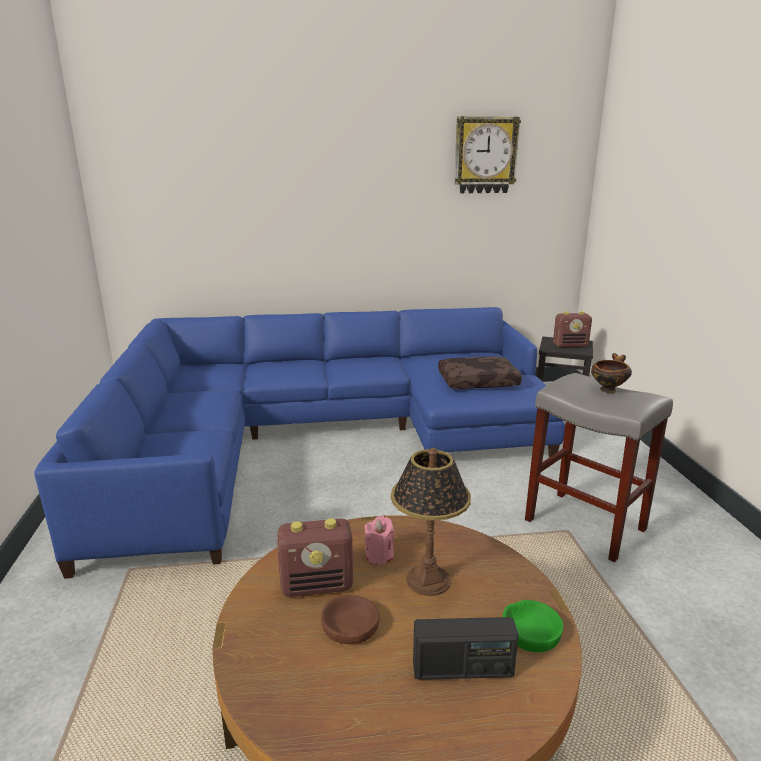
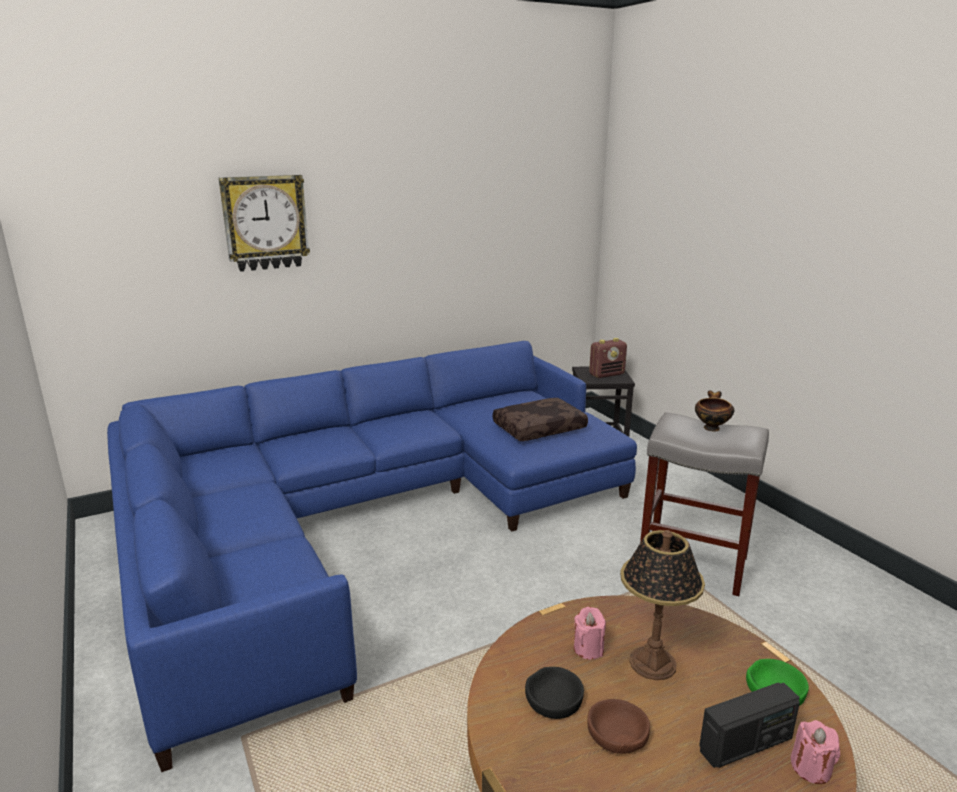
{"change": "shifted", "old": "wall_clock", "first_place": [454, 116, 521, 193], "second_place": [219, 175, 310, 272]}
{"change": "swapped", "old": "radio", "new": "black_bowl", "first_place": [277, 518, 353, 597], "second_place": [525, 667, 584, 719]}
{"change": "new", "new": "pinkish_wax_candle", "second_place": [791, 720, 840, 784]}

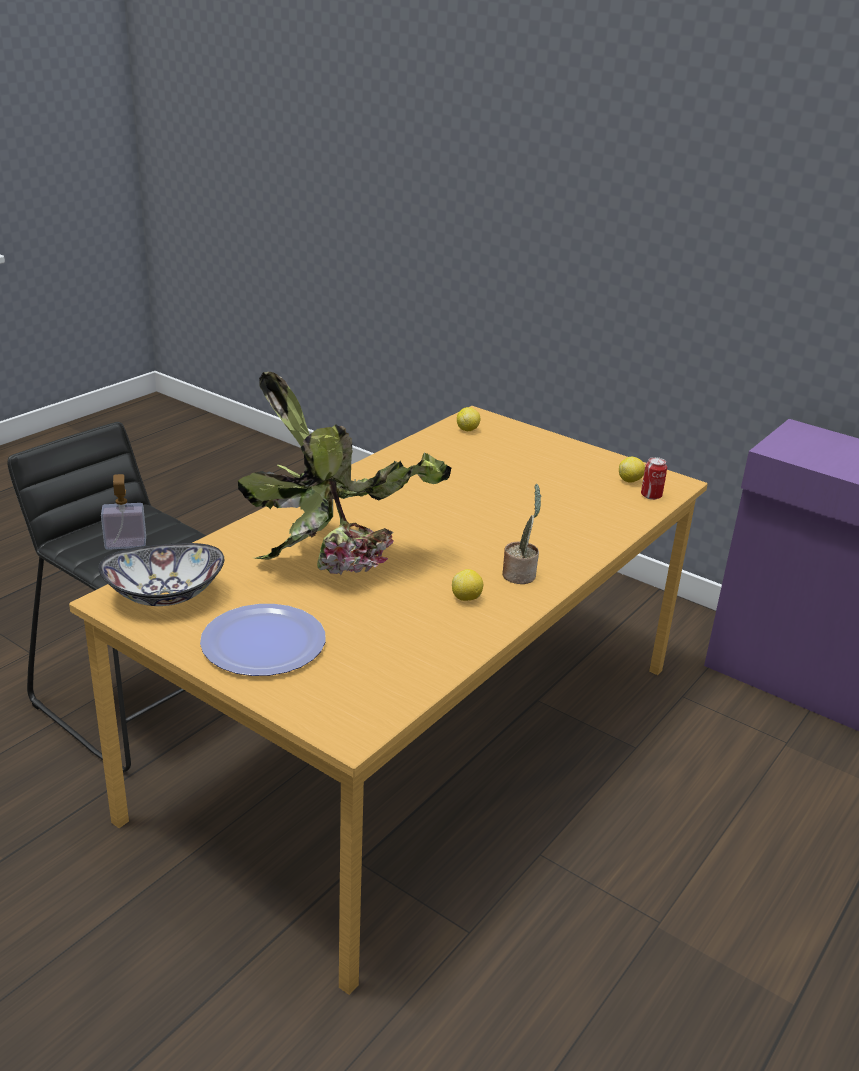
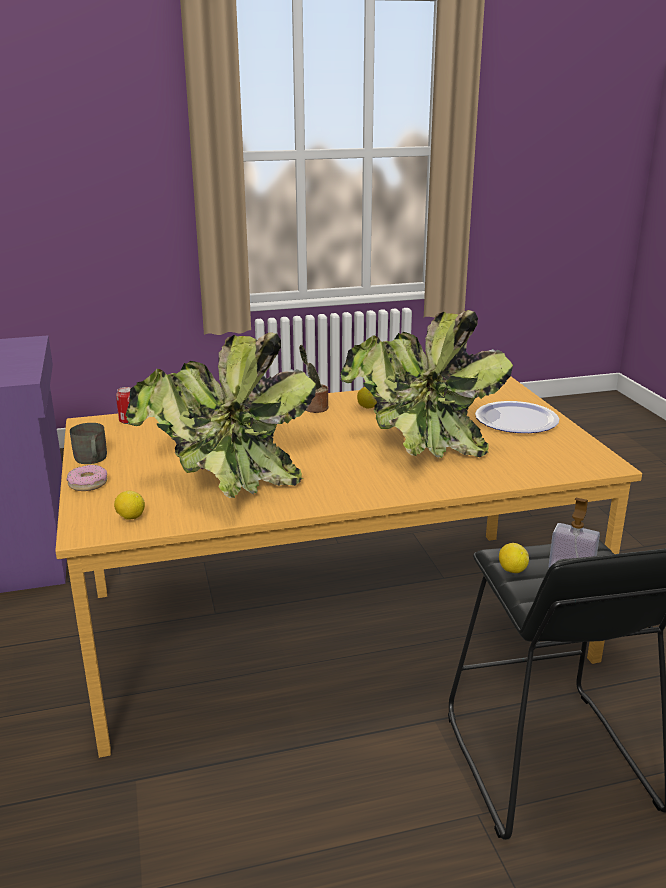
{"change": "new", "new": "donut", "second_place": [66, 464, 107, 491]}
{"change": "new", "new": "greyish_mug", "second_place": [70, 423, 107, 464]}
{"change": "new", "new": "plant_in_a_pot", "second_place": [125, 332, 316, 498]}
{"change": "shifted", "old": "citrus_fruit", "first_place": [619, 457, 645, 483], "second_place": [499, 543, 529, 573]}
{"change": "gone", "old": "bowl", "first_place": [98, 543, 224, 606]}

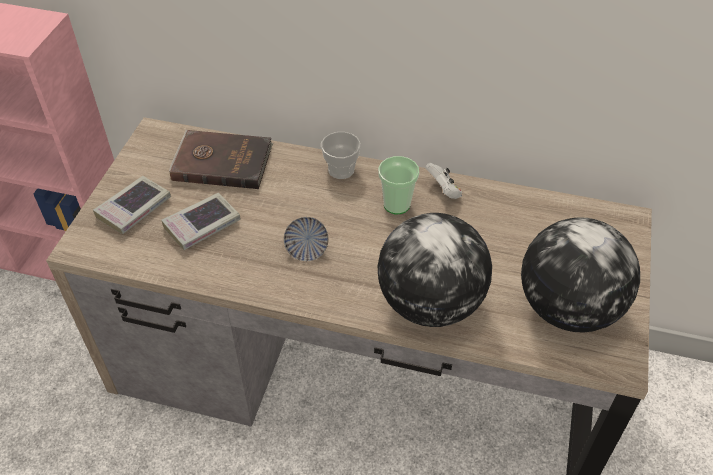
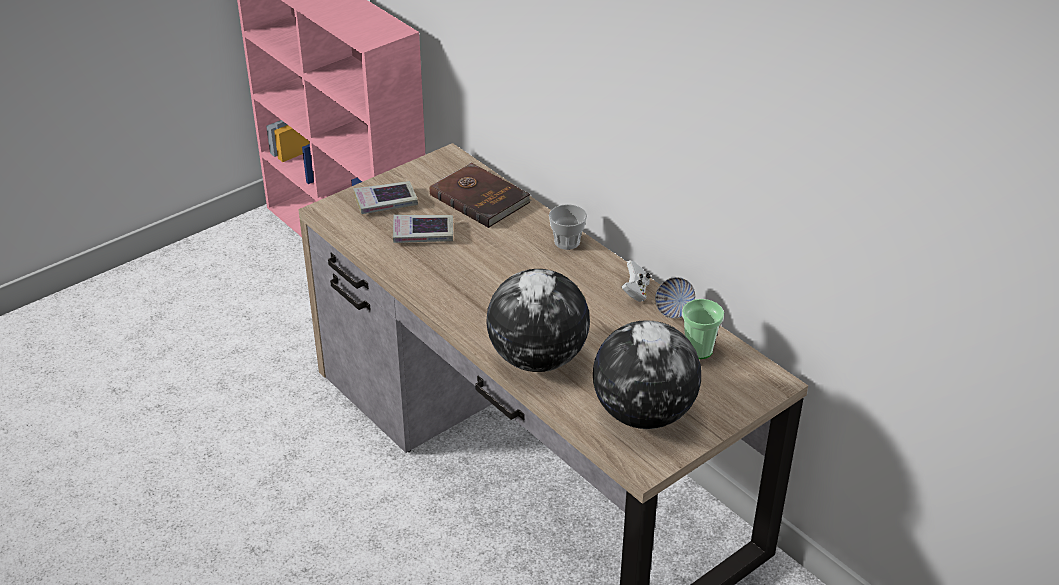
{"change": "shifted", "old": "bowl", "first_place": [284, 217, 329, 261], "second_place": [655, 277, 695, 319]}
{"change": "shifted", "old": "small_cup", "first_place": [378, 156, 419, 214], "second_place": [682, 299, 724, 359]}

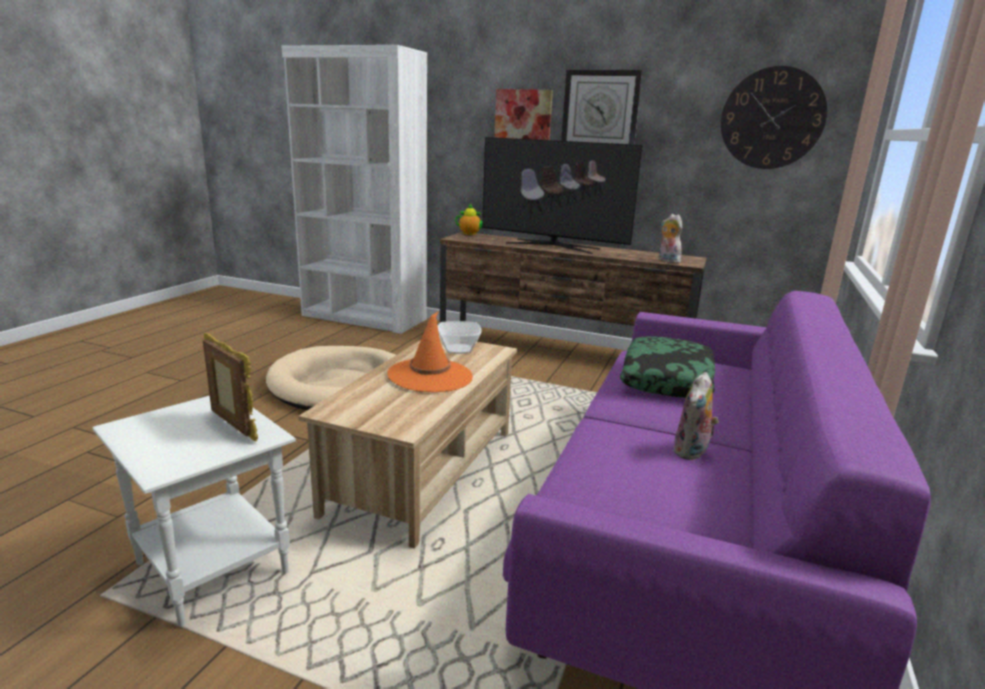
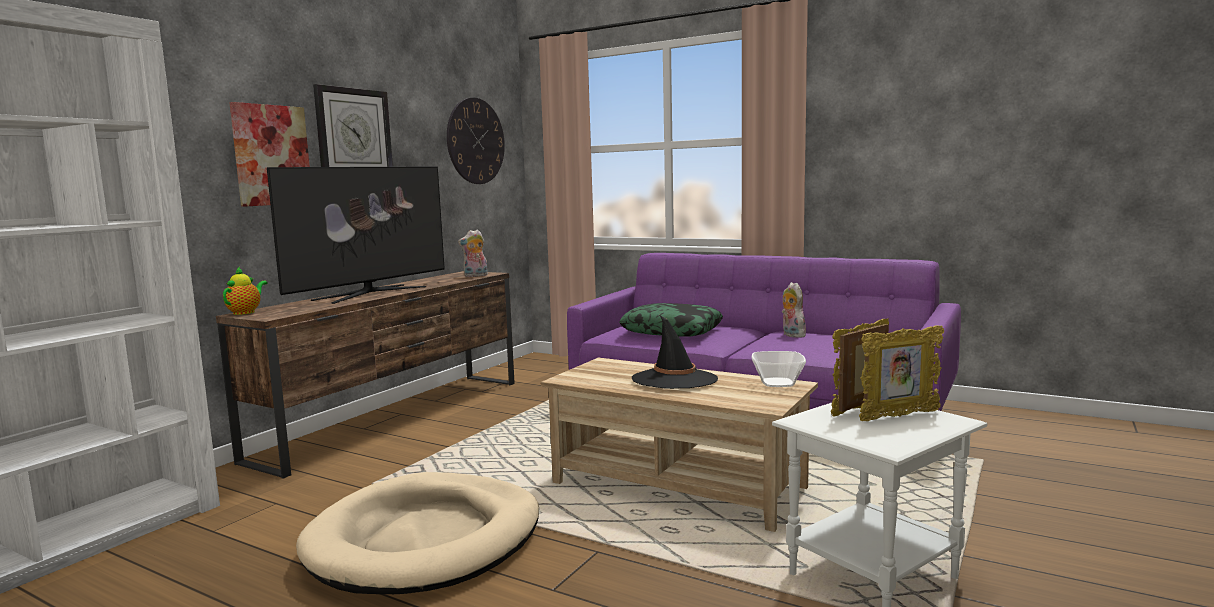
{"change": "repainted", "old": "orange-coloured_wearable_hat", "new": "black_wearable_hat", "first_place": [387, 311, 473, 392], "second_place": [632, 315, 718, 389]}
{"change": "shifted", "old": "bowl", "first_place": [438, 321, 482, 354], "second_place": [751, 351, 806, 387]}
{"change": "rotated", "old": "soft_toy", "first_place": [673, 372, 719, 460], "second_place": [782, 282, 808, 338], "degrees": -150}
{"change": "new", "new": "photo_frame", "second_place": [859, 326, 944, 421]}

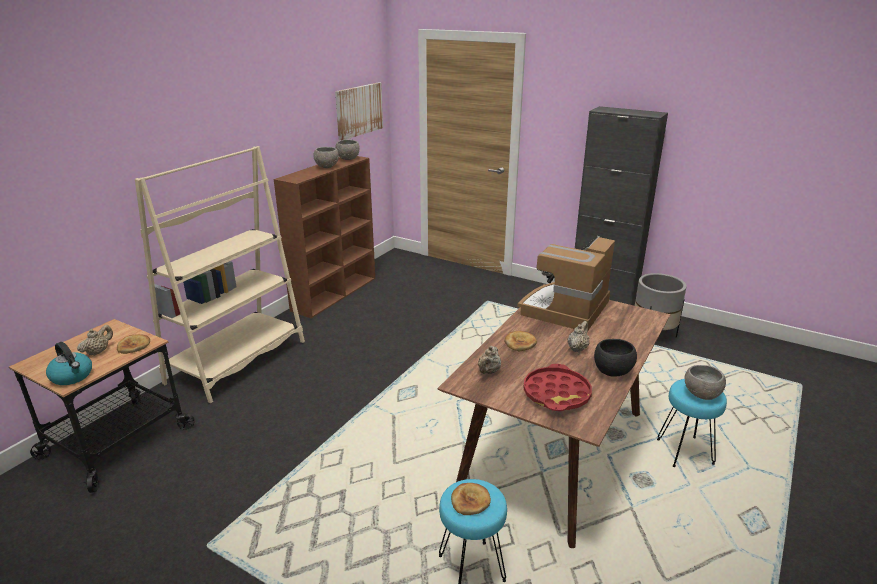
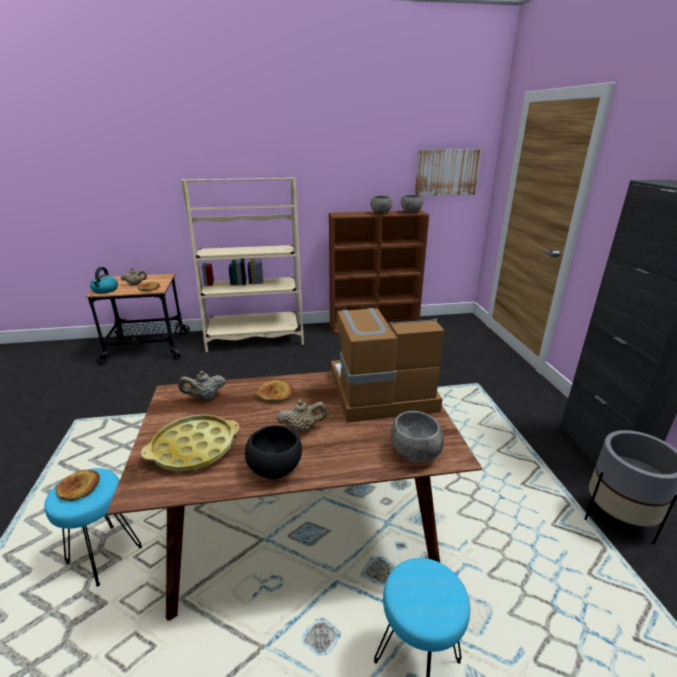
{"change": "repainted", "old": "reddish_serving_tray", "new": "yellow-coloured_serving_tray", "first_place": [523, 364, 592, 411], "second_place": [141, 414, 240, 472]}
{"change": "shifted", "old": "greyish_bowl", "first_place": [685, 365, 726, 400], "second_place": [391, 411, 444, 463]}

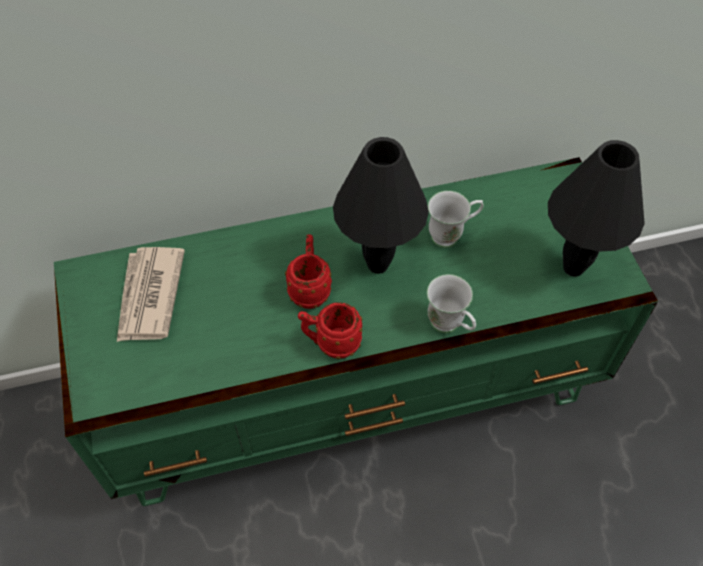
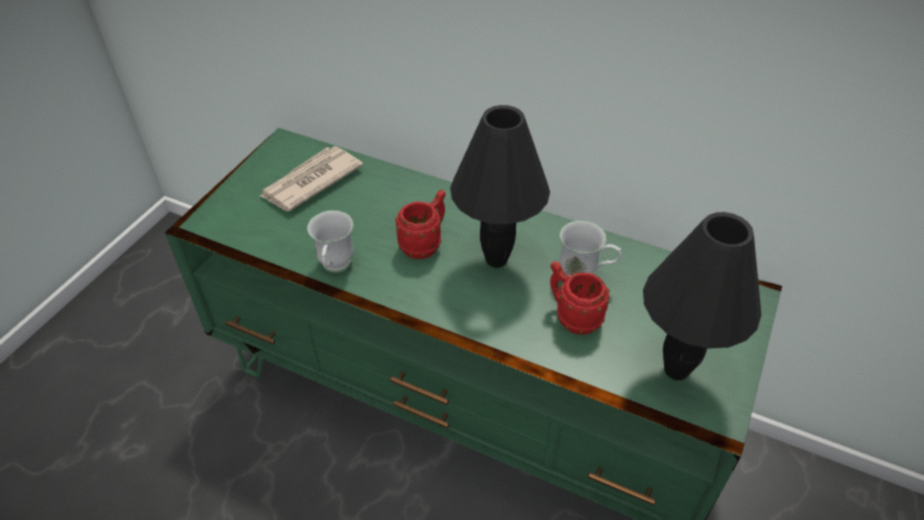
{"change": "shifted", "old": "whitish_mug", "first_place": [427, 274, 476, 333], "second_place": [307, 210, 354, 273]}
{"change": "shifted", "old": "reddish_mug", "first_place": [298, 302, 363, 359], "second_place": [550, 261, 610, 335]}

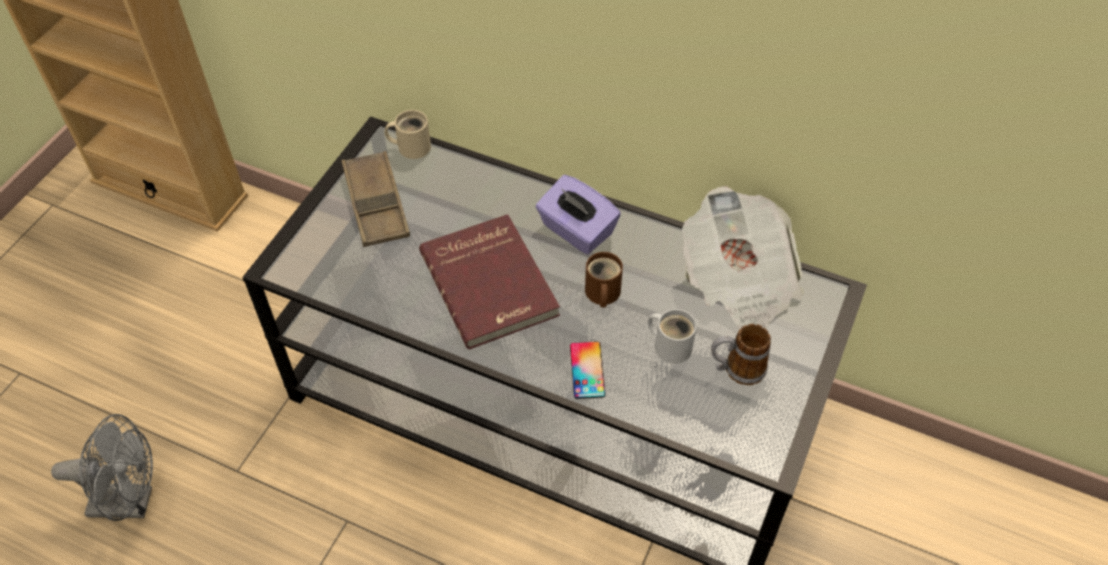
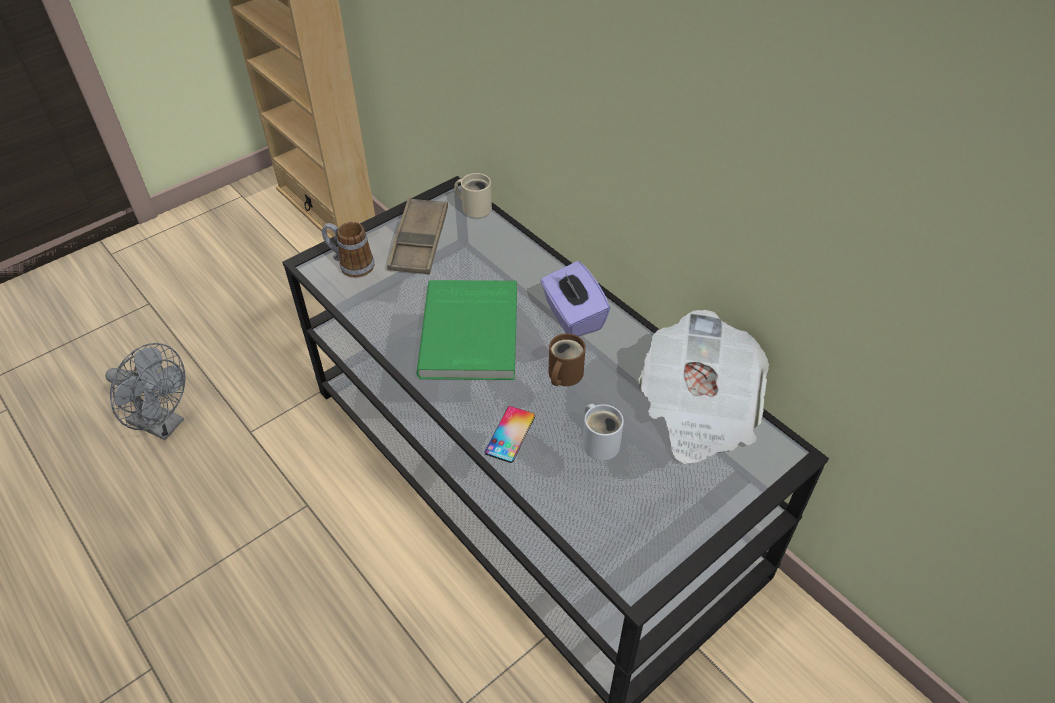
{"change": "shifted", "old": "mug", "first_place": [711, 324, 771, 385], "second_place": [322, 222, 374, 277]}
{"change": "repainted", "old": "reddish_volume", "new": "greenish_volume", "first_place": [419, 214, 560, 349], "second_place": [417, 280, 517, 380]}

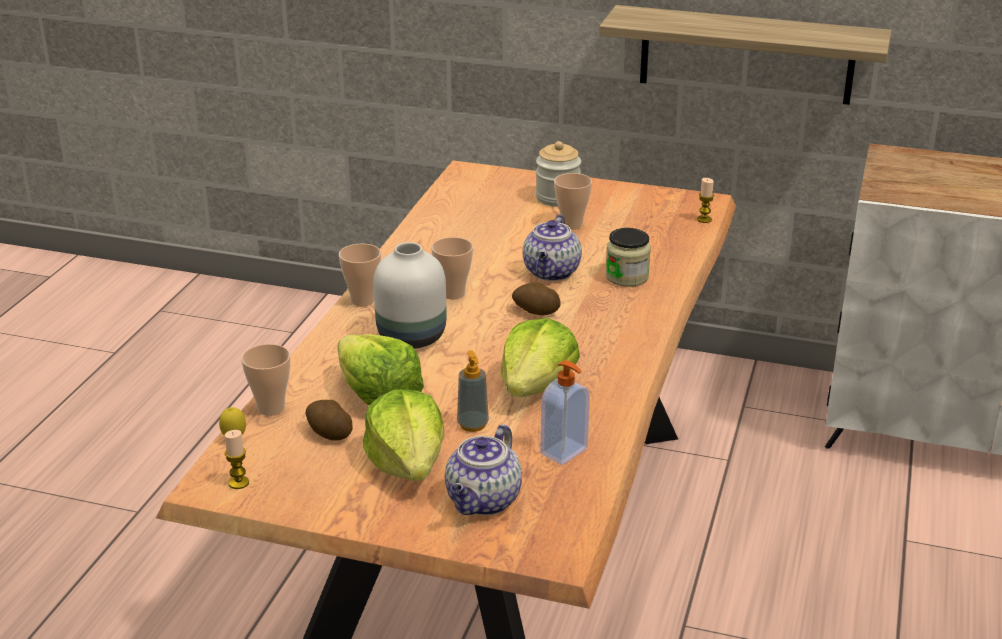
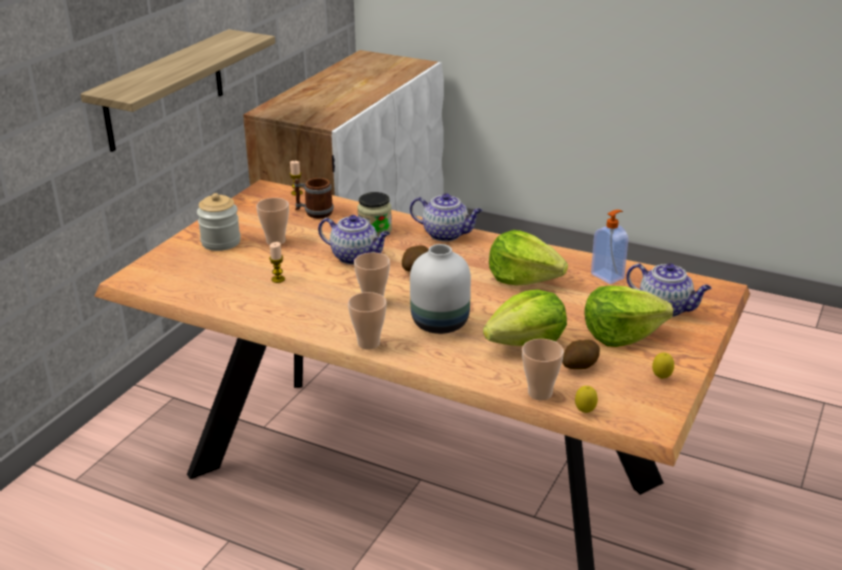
{"change": "shifted", "old": "wax_candle", "first_place": [224, 430, 249, 489], "second_place": [269, 242, 285, 283]}
{"change": "new", "new": "mug", "second_place": [294, 178, 334, 218]}
{"change": "new", "new": "pot_for_tea", "second_place": [410, 193, 483, 242]}
{"change": "new", "new": "citrus_fruit", "second_place": [652, 353, 674, 379]}
{"change": "gone", "old": "soap_bottle", "first_place": [457, 350, 489, 432]}

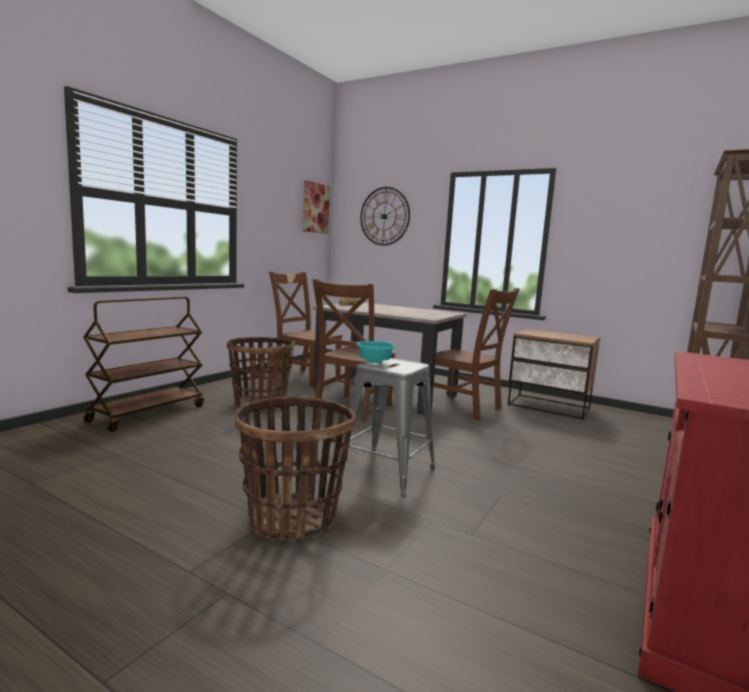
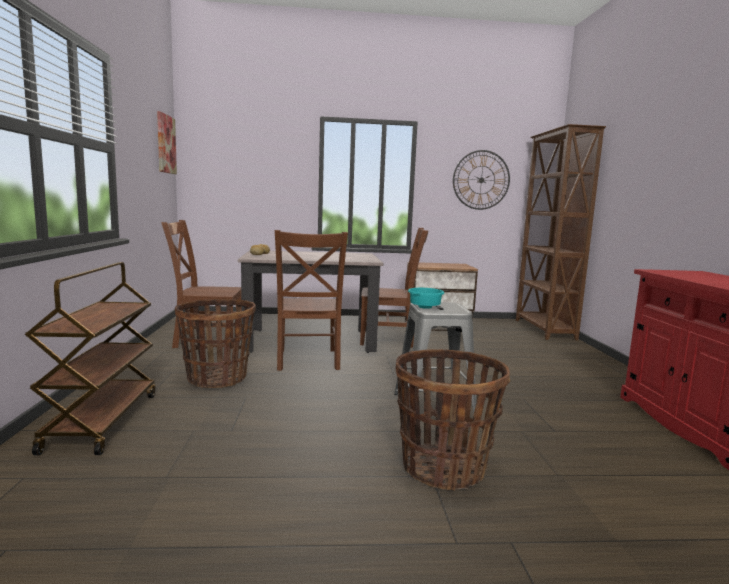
{"change": "shifted", "old": "wall_clock", "first_place": [360, 187, 410, 246], "second_place": [453, 150, 510, 210]}

